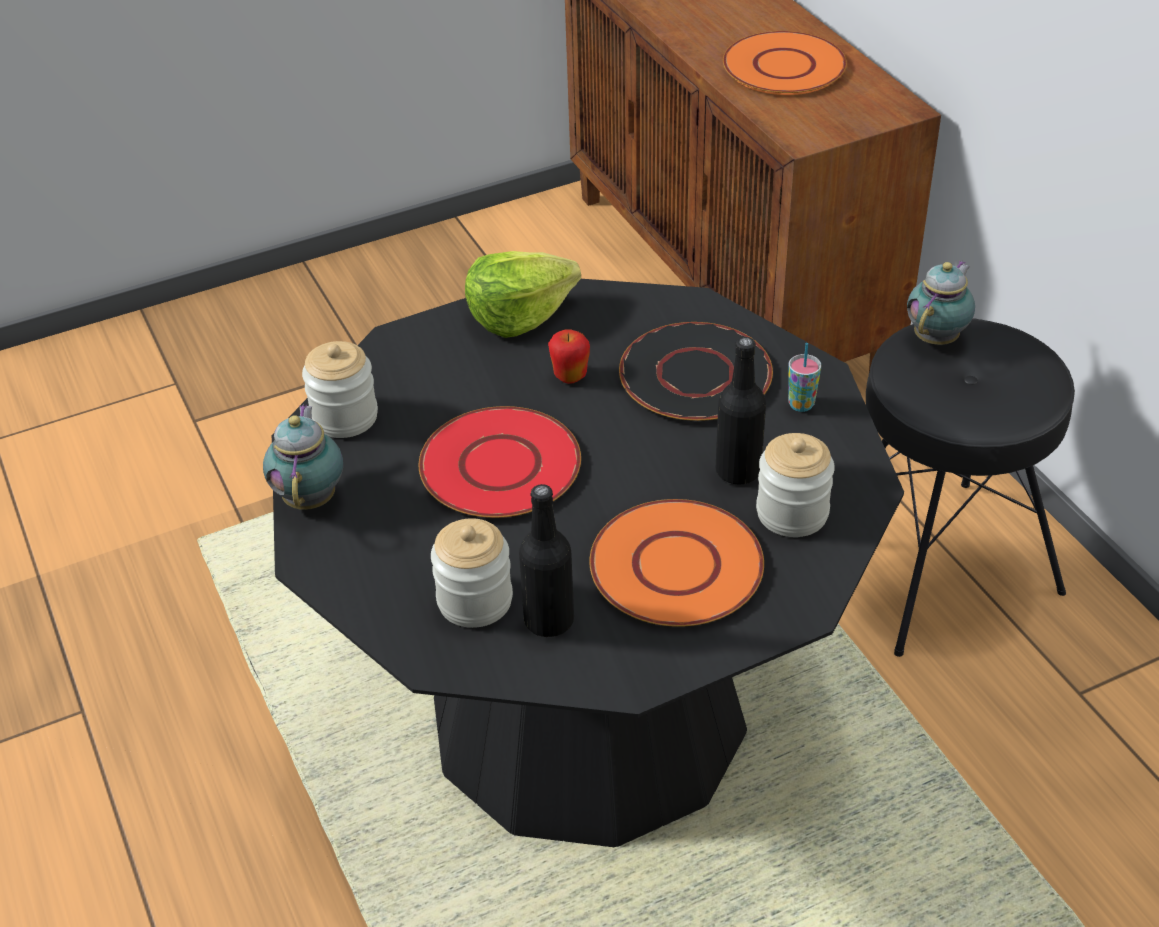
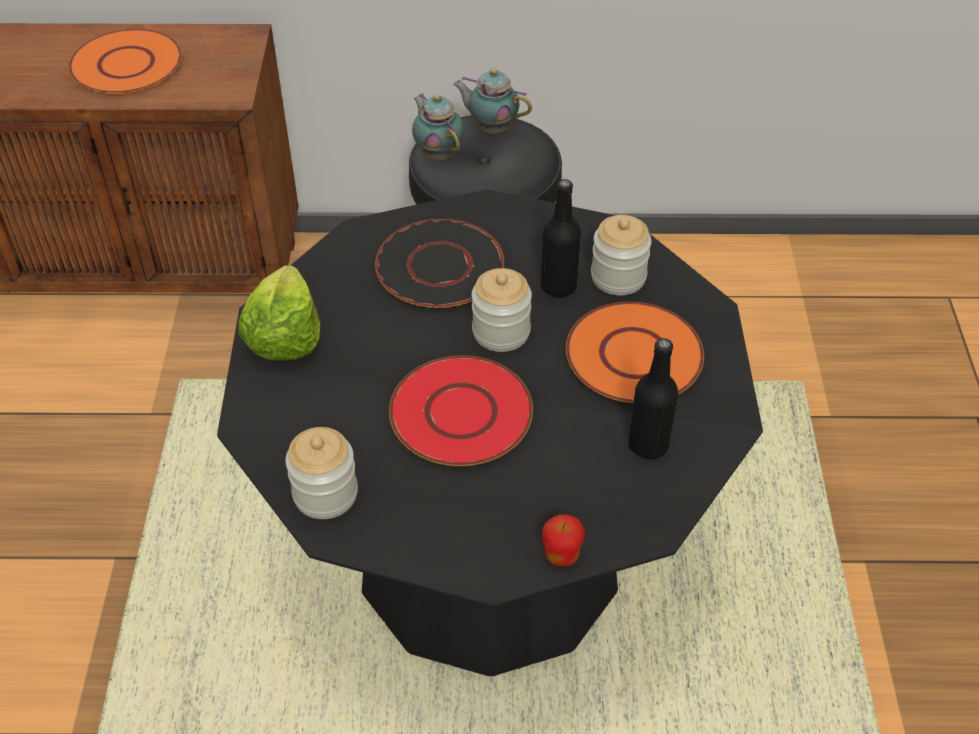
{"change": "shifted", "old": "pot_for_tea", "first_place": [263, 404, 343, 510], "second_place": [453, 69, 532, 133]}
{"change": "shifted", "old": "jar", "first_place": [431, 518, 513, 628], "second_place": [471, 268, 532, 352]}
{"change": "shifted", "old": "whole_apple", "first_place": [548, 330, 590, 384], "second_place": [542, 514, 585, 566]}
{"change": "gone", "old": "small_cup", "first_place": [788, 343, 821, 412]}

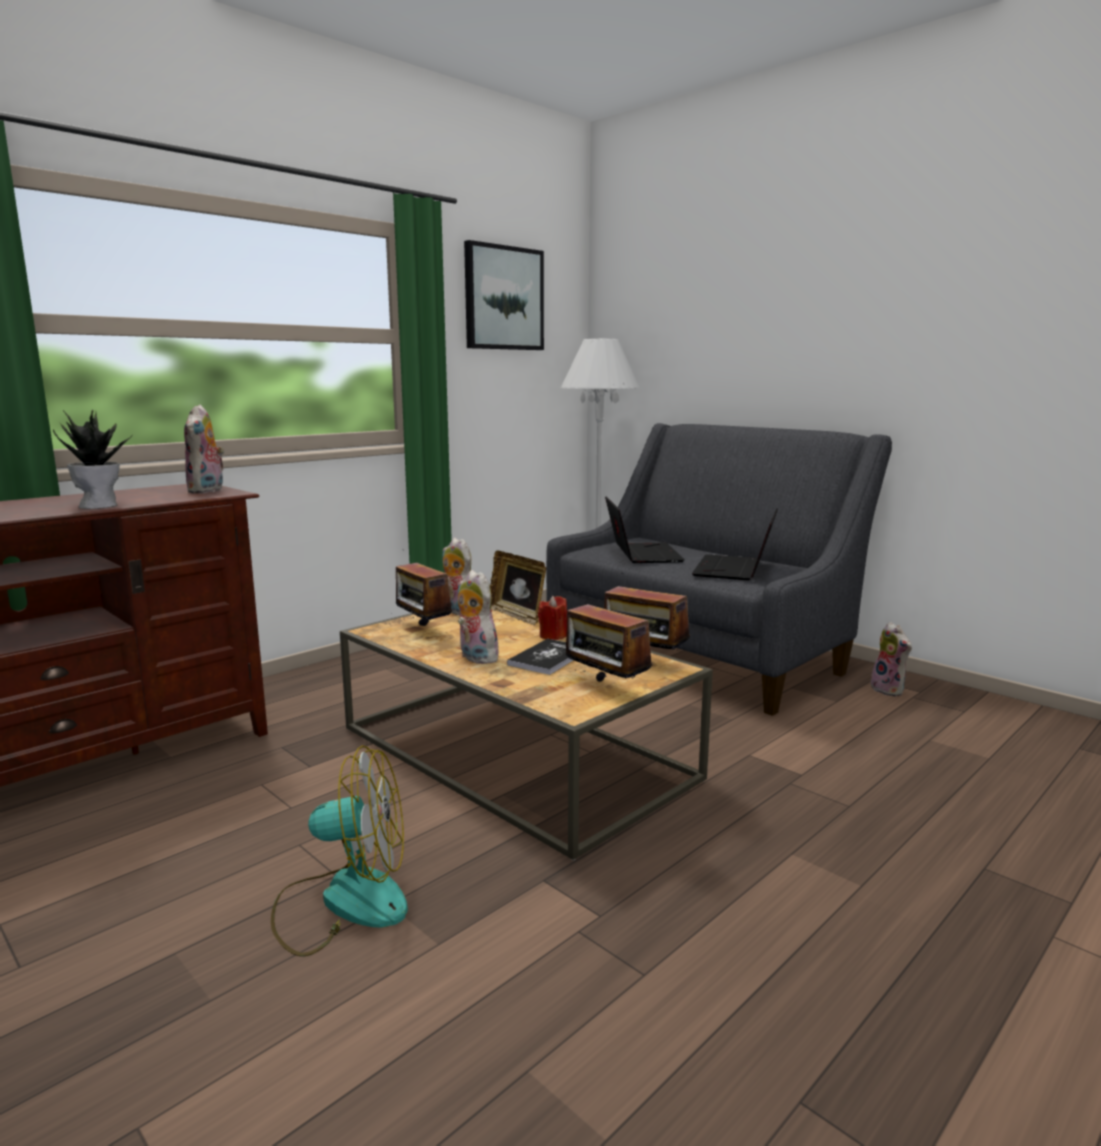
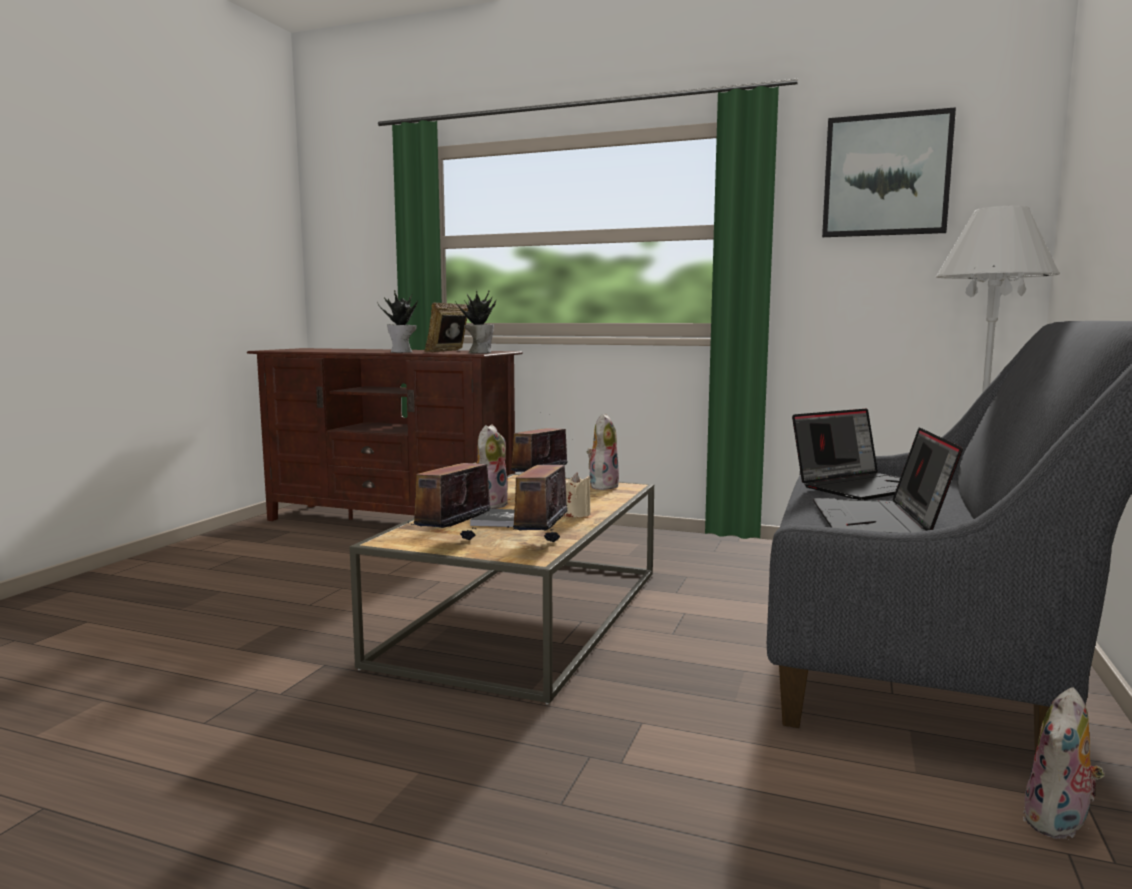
{"change": "shifted", "old": "photo_frame", "first_place": [490, 551, 546, 625], "second_place": [424, 303, 468, 352]}
{"change": "swapped", "old": "soft_toy", "new": "plant_in_a_pot", "first_place": [184, 404, 225, 494], "second_place": [455, 290, 496, 353]}
{"change": "repainted", "old": "reddish_wax_candle", "new": "beige-coloured_wax_candle", "first_place": [538, 596, 567, 640], "second_place": [564, 472, 591, 517]}
{"change": "rotated", "old": "notebook_computer", "first_place": [692, 508, 778, 580], "second_place": [813, 427, 963, 533], "degrees": -75}
{"change": "gone", "old": "cooling_fan", "first_place": [271, 745, 408, 956]}

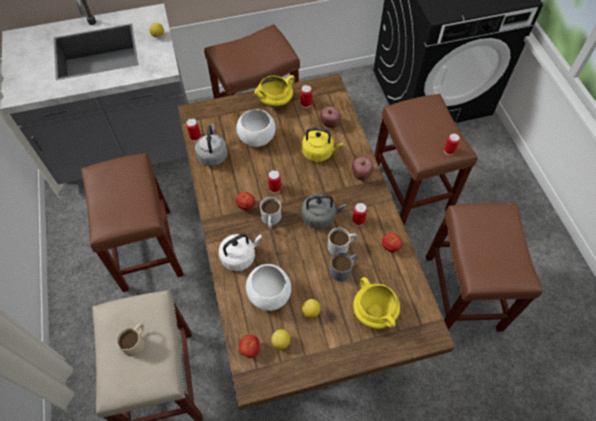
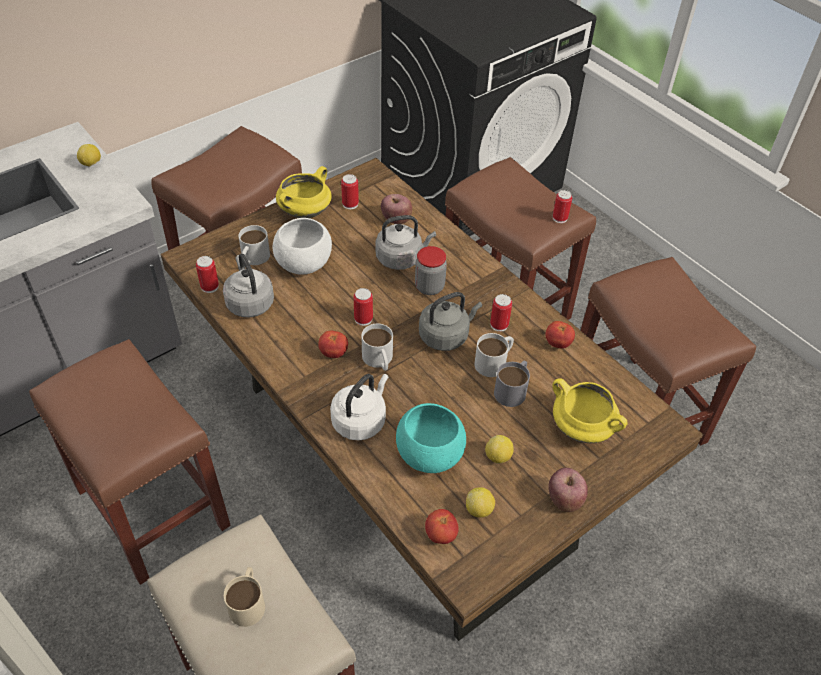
{"change": "new", "new": "whitish_mug", "second_place": [238, 225, 270, 265]}
{"change": "repainted", "old": "yellow-coloured_water_kettle", "new": "greyish_water_kettle", "first_place": [302, 127, 343, 162], "second_place": [376, 215, 436, 270]}
{"change": "repainted", "old": "whitish_bowl", "new": "turquoise_bowl", "first_place": [246, 264, 291, 311], "second_place": [396, 403, 466, 473]}
{"change": "new", "new": "jar", "second_place": [415, 246, 447, 295]}
{"change": "shifted", "old": "whole_apple", "first_place": [352, 156, 373, 180], "second_place": [548, 468, 588, 512]}

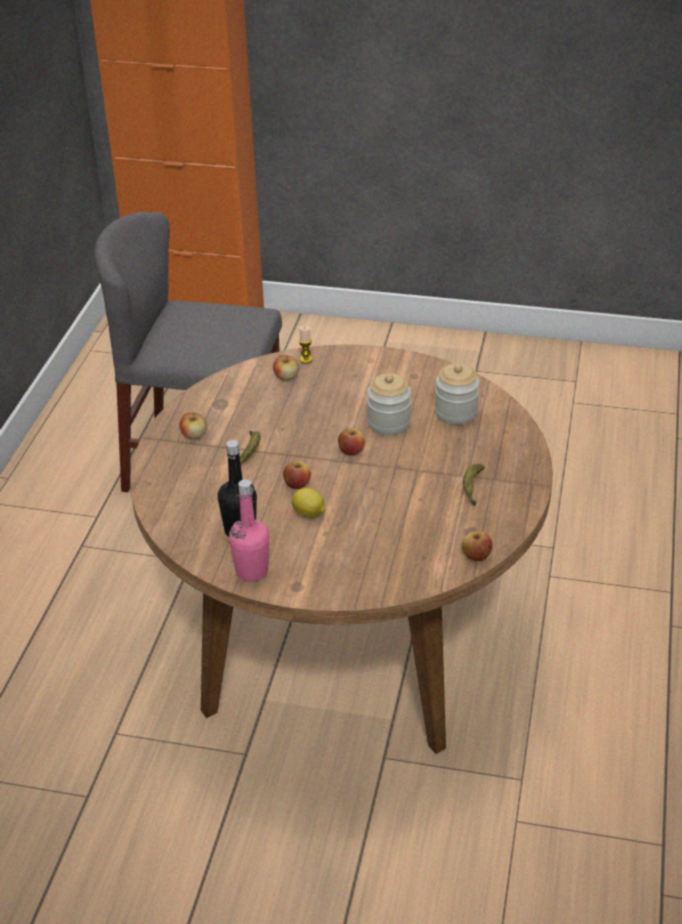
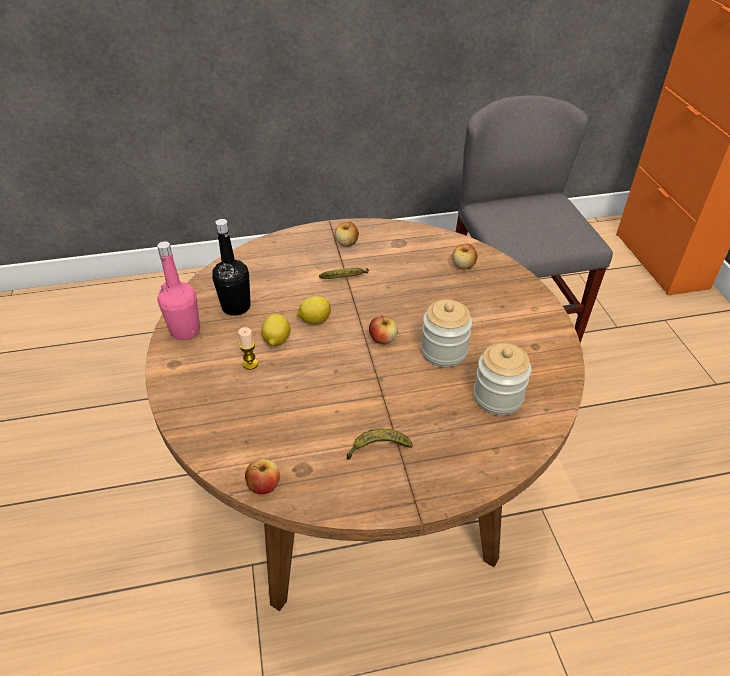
{"change": "shifted", "old": "wax_candle", "first_place": [299, 326, 313, 364], "second_place": [238, 327, 258, 370]}
{"change": "swapped", "old": "whole_apple", "new": "citrus_fruit", "first_place": [283, 461, 311, 489], "second_place": [297, 296, 331, 324]}

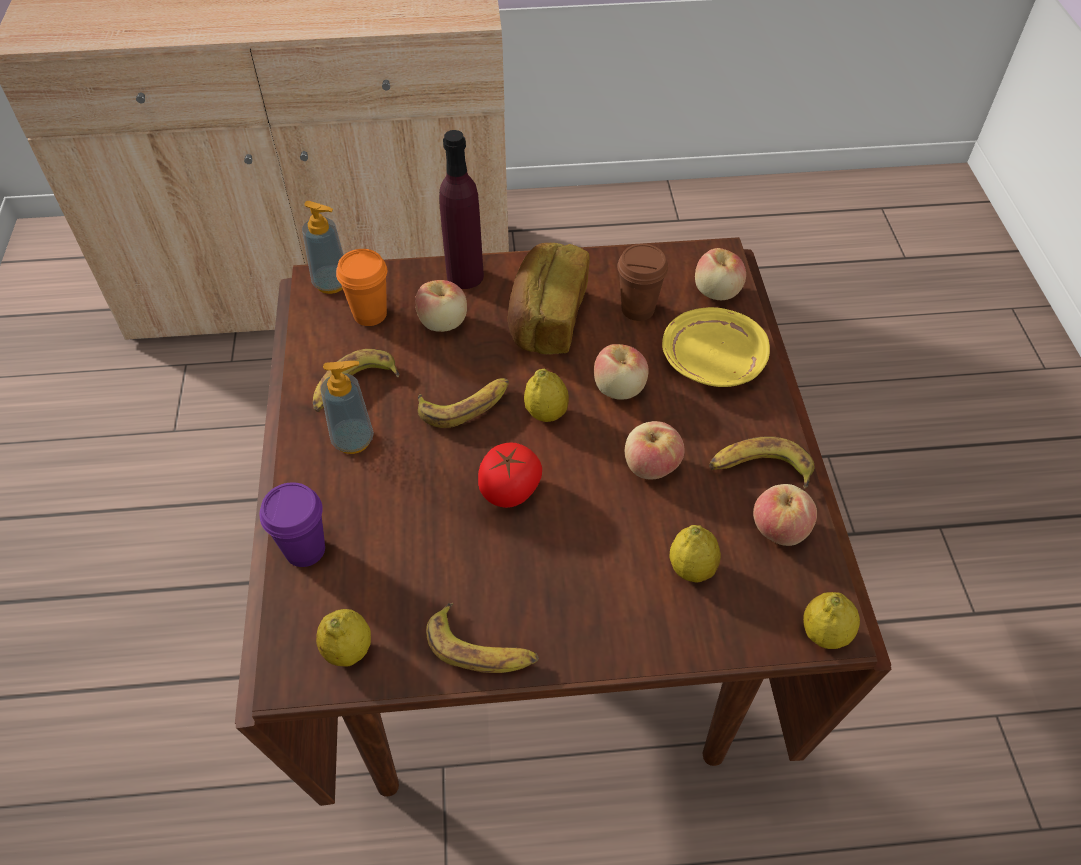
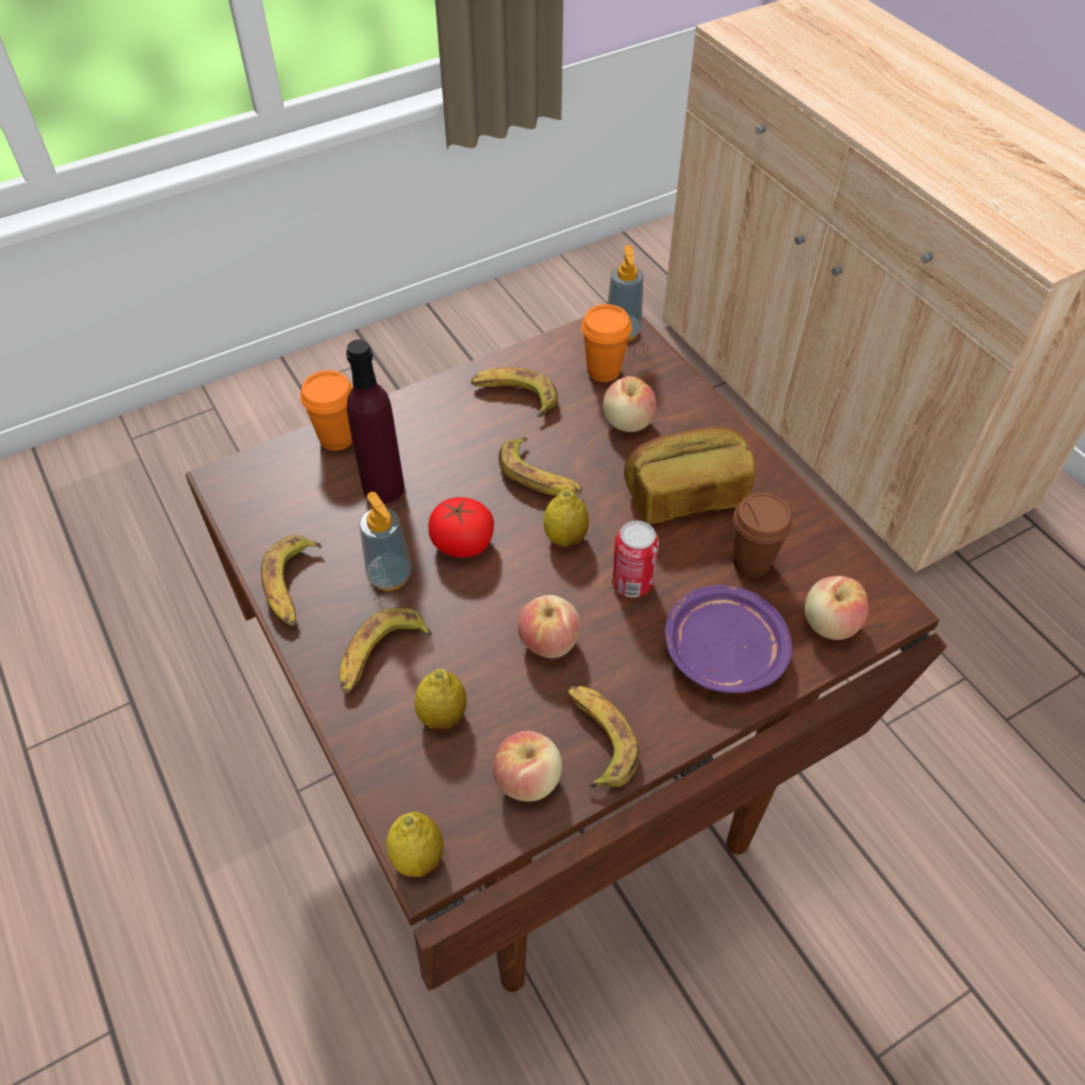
{"change": "repainted", "old": "purple_small_cup", "new": "orange-coloured_small_cup", "first_place": [260, 482, 325, 567], "second_place": [300, 370, 353, 451]}
{"change": "new", "new": "banana", "second_place": [340, 607, 432, 694]}
{"change": "shifted", "old": "purple_drink_bottle", "first_place": [439, 130, 484, 289], "second_place": [346, 339, 405, 504]}
{"change": "shifted", "old": "soap_bottle", "first_place": [320, 361, 374, 454], "second_place": [359, 492, 412, 591]}
{"change": "swapped", "old": "whole_apple", "new": "sealed_can", "first_place": [594, 344, 649, 400], "second_place": [612, 521, 659, 597]}
{"change": "repainted", "old": "yellow-coloured_dinner_plate", "new": "purple_dinner_plate", "first_place": [662, 307, 770, 387], "second_place": [665, 585, 792, 693]}
{"change": "gone", "old": "citrus_fruit", "first_place": [316, 609, 371, 667]}

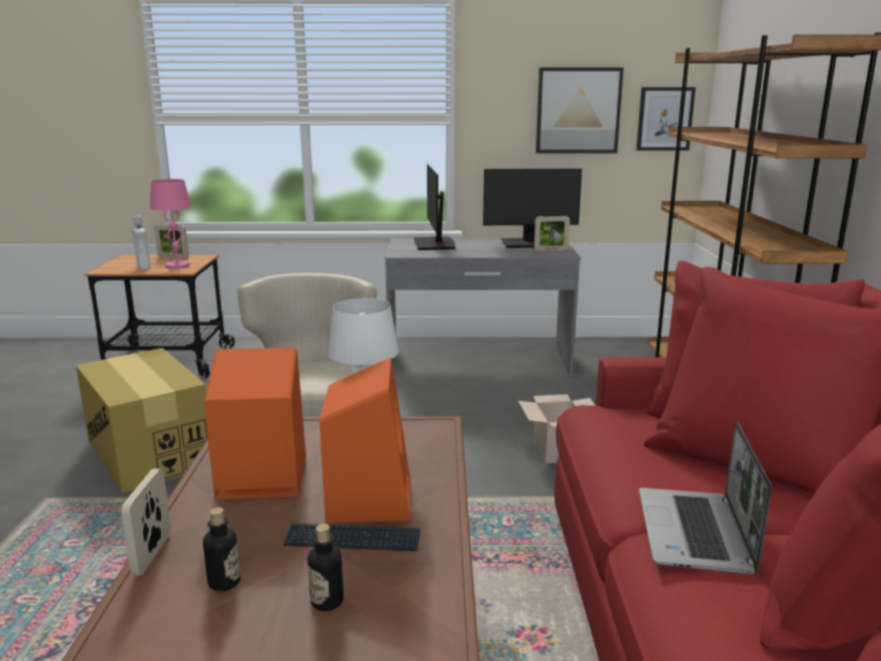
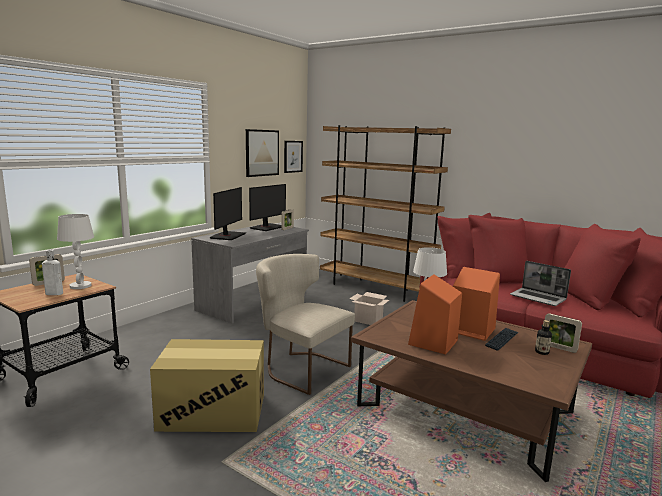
{"change": "repainted", "old": "pinkish_table_lamp", "new": "whitish_table_lamp", "first_place": [150, 179, 191, 269], "second_place": [57, 214, 94, 289]}
{"change": "rotated", "old": "computer_display", "first_place": [413, 164, 456, 250], "second_place": [210, 187, 246, 240], "degrees": -105}
{"change": "shifted", "old": "photo_frame", "first_place": [121, 468, 171, 576], "second_place": [545, 313, 582, 353]}
{"change": "gone", "old": "drink_bottle", "first_place": [203, 507, 241, 591]}

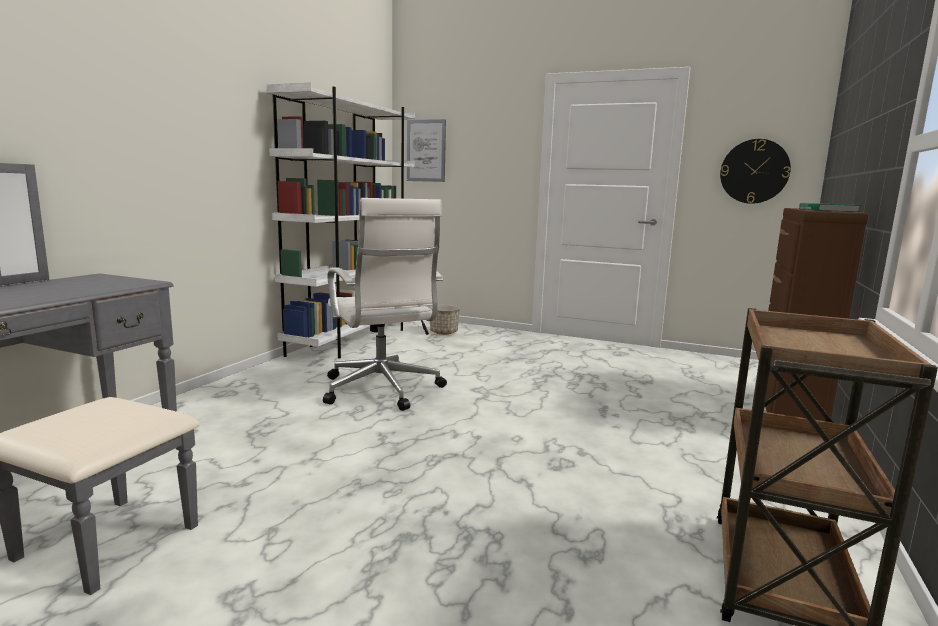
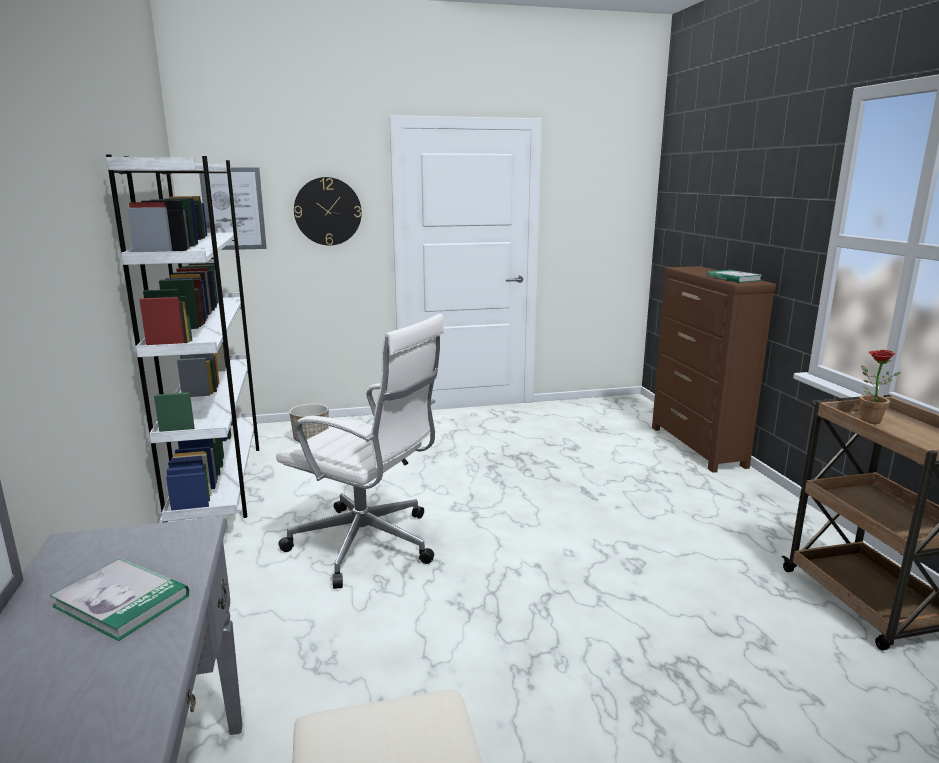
{"change": "new", "new": "volume", "second_place": [50, 558, 189, 641]}
{"change": "shifted", "old": "wall_clock", "first_place": [720, 139, 791, 204], "second_place": [294, 177, 362, 245]}
{"change": "new", "new": "plant_in_a_pot", "second_place": [859, 350, 901, 424]}

